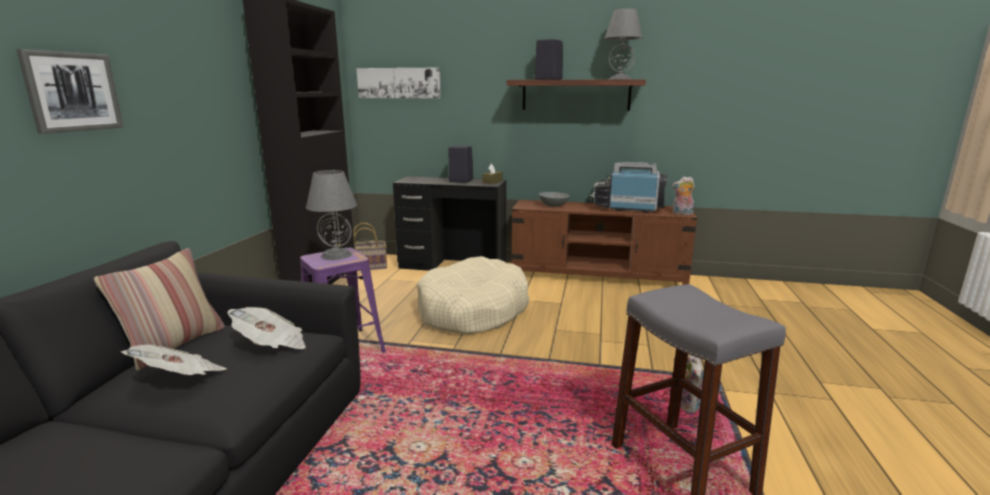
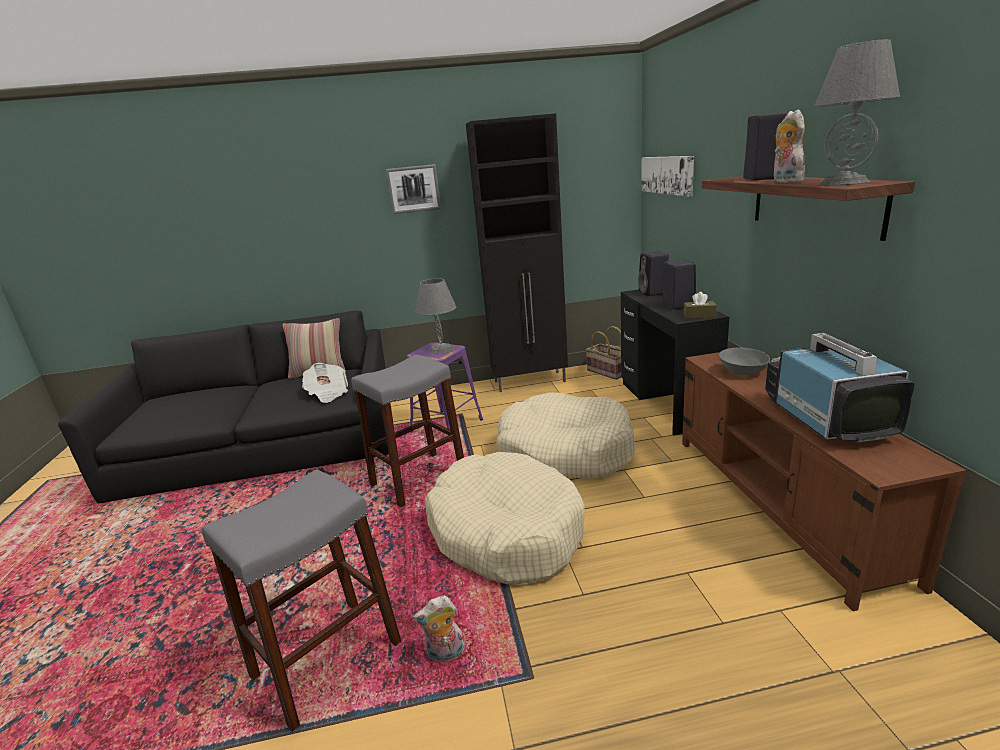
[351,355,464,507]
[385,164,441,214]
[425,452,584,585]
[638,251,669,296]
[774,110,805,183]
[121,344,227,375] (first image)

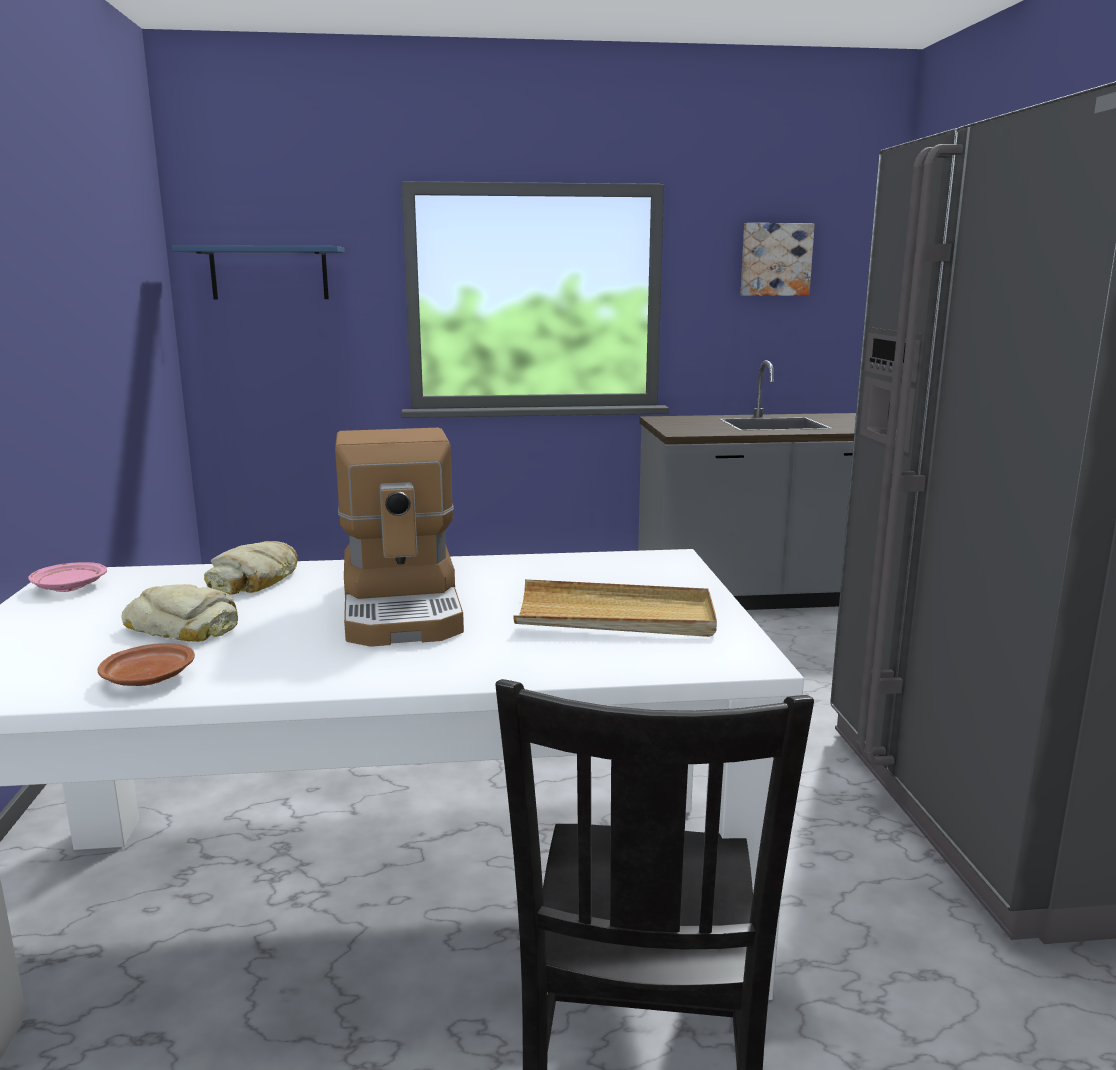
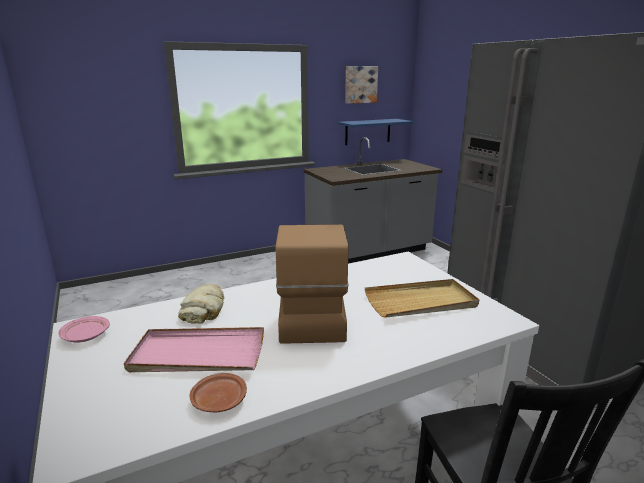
[124,327,264,372]
[275,224,349,344]
[338,119,413,145]

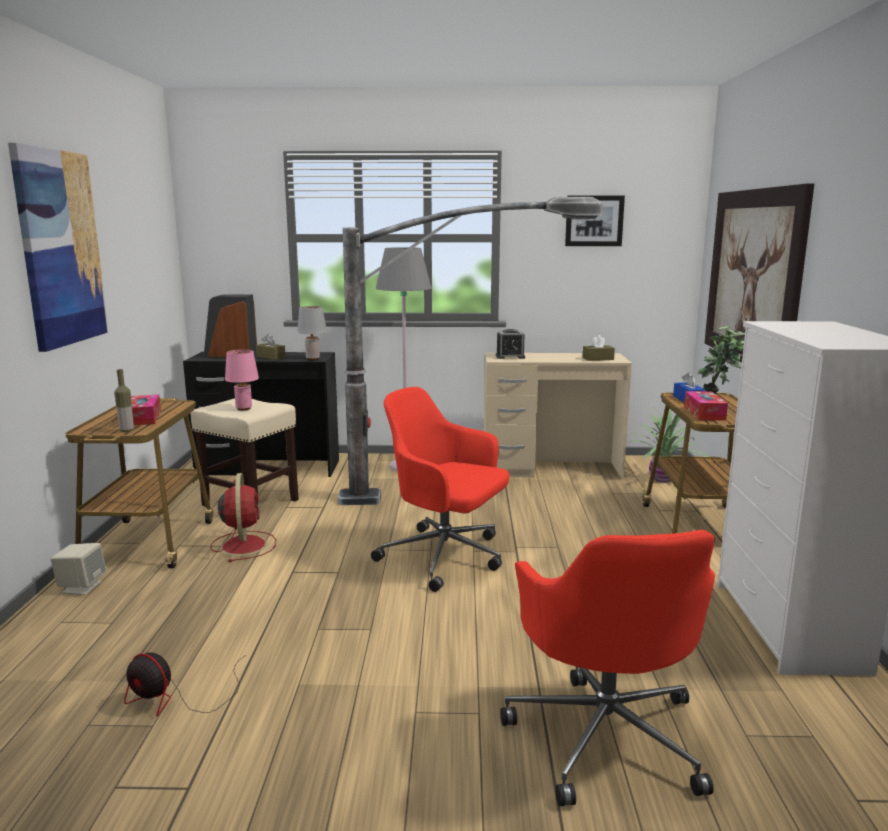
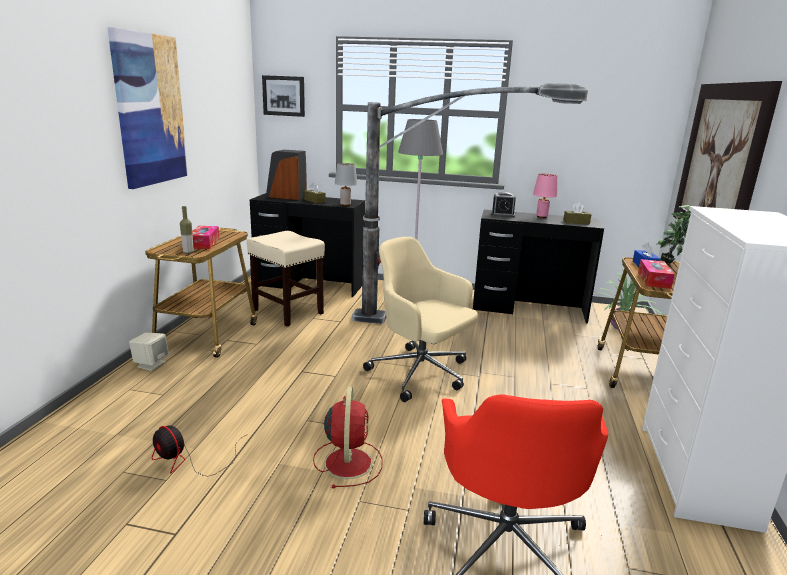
[262,75,305,117]
[313,387,383,488]
[363,237,478,402]
[473,210,604,324]
[533,174,557,218]

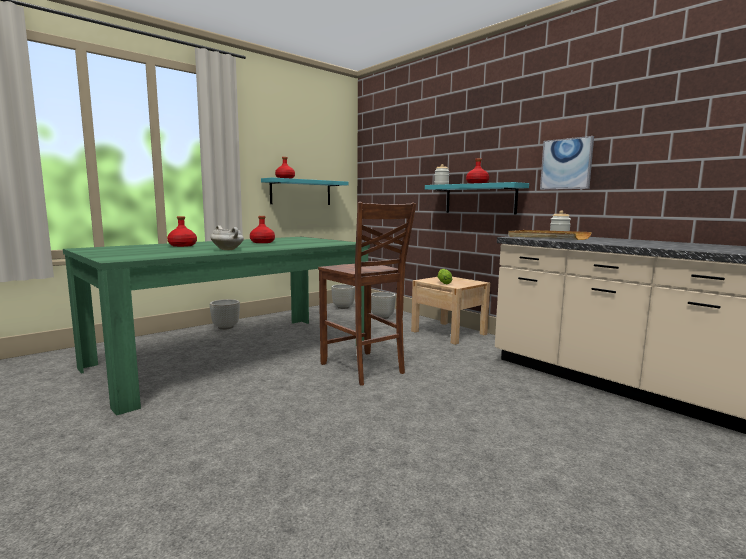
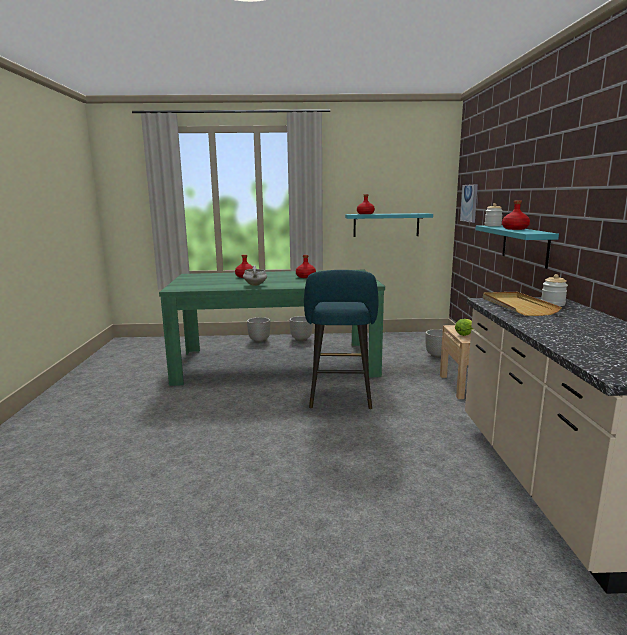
[247,317,270,343]
[304,270,379,409]
[460,184,478,223]

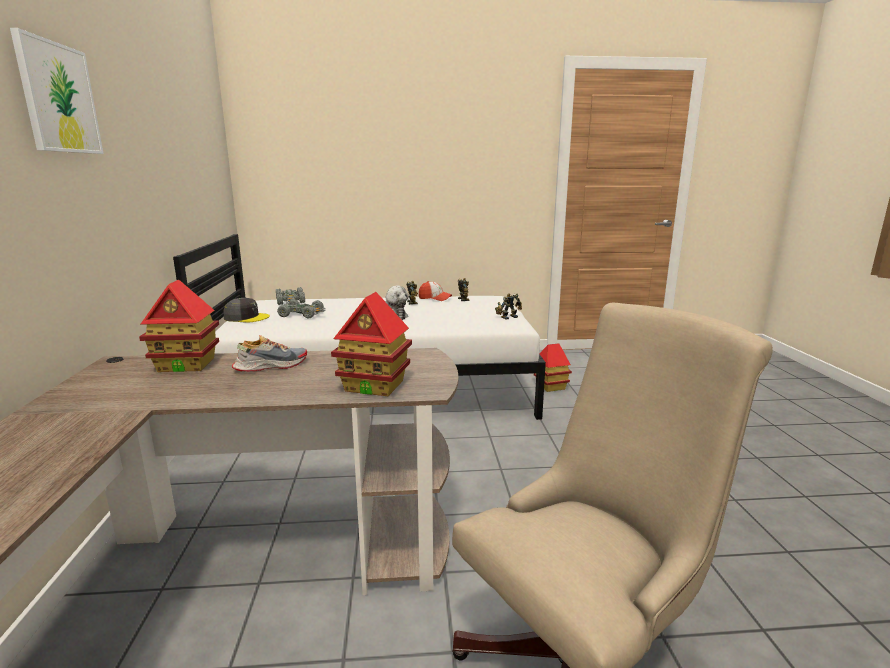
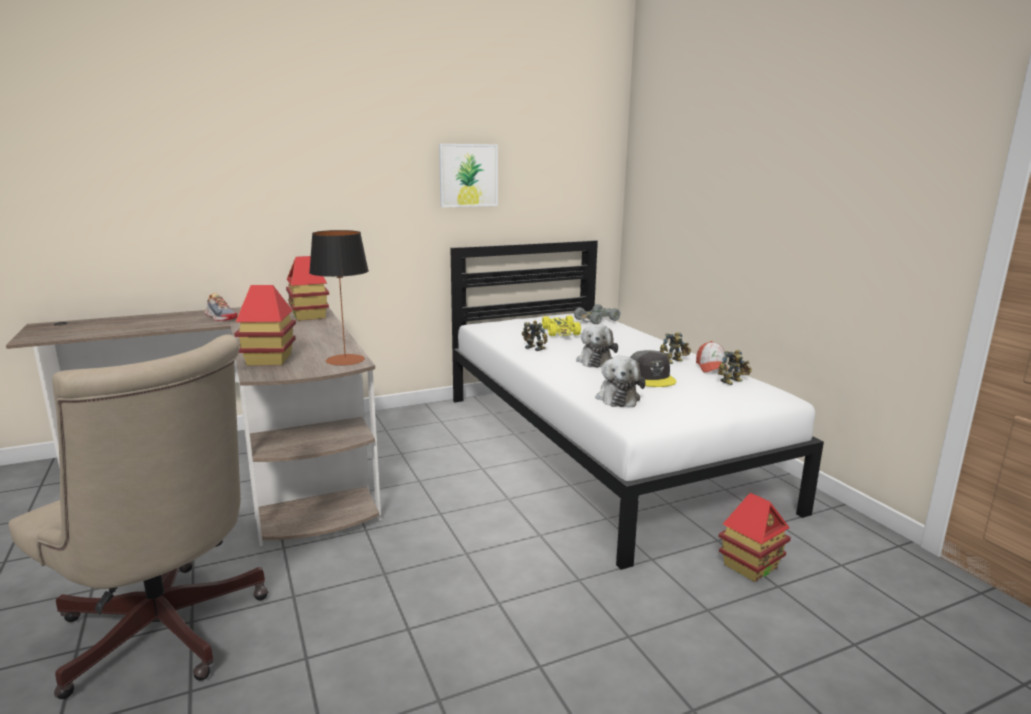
[205,293,238,321]
[309,230,369,366]
[439,144,498,207]
[522,320,548,351]
[542,315,581,336]
[596,356,645,407]
[631,350,676,387]

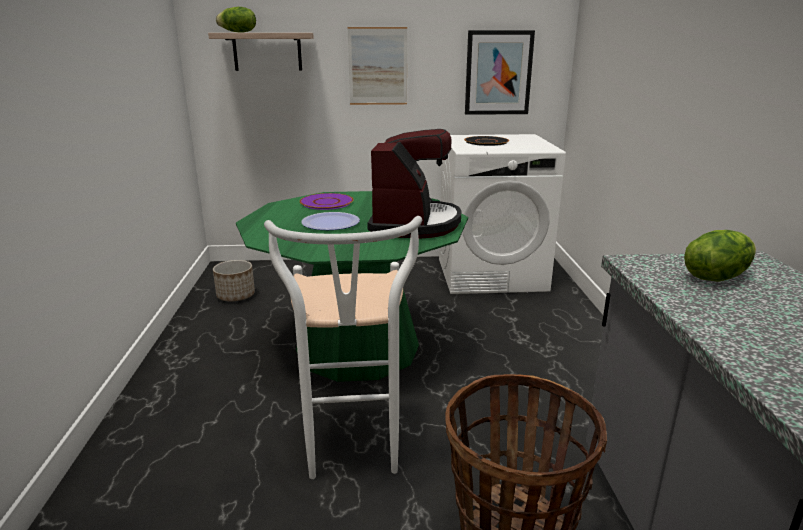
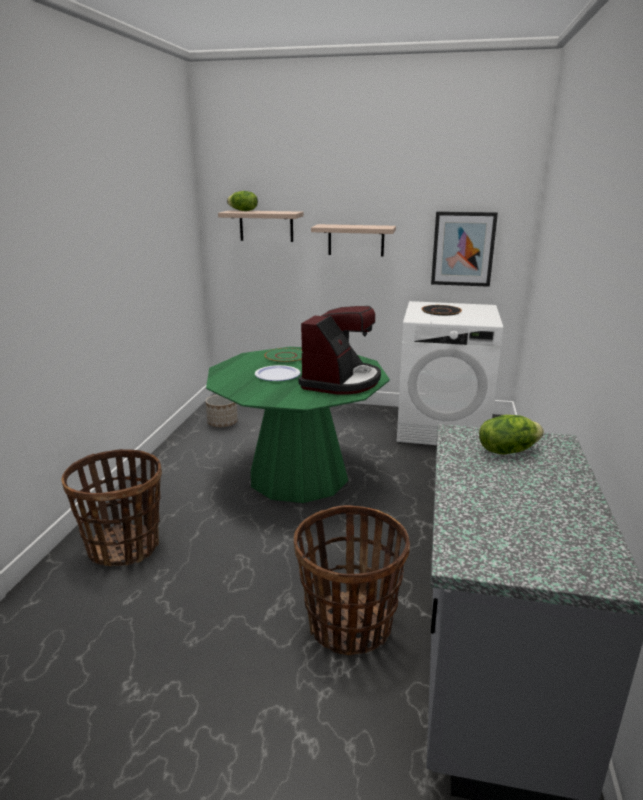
[62,449,162,566]
[264,348,302,363]
[311,224,396,257]
[264,216,422,479] (first image)

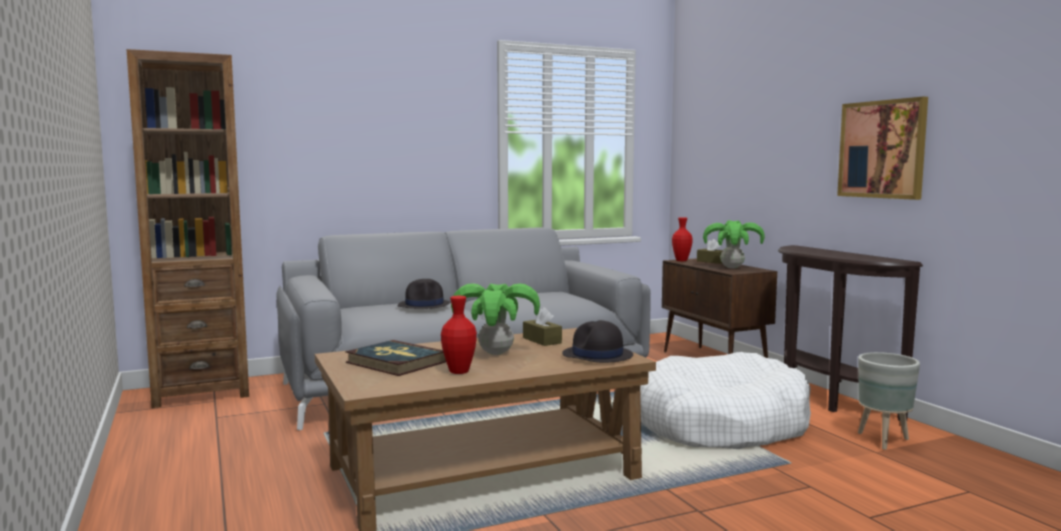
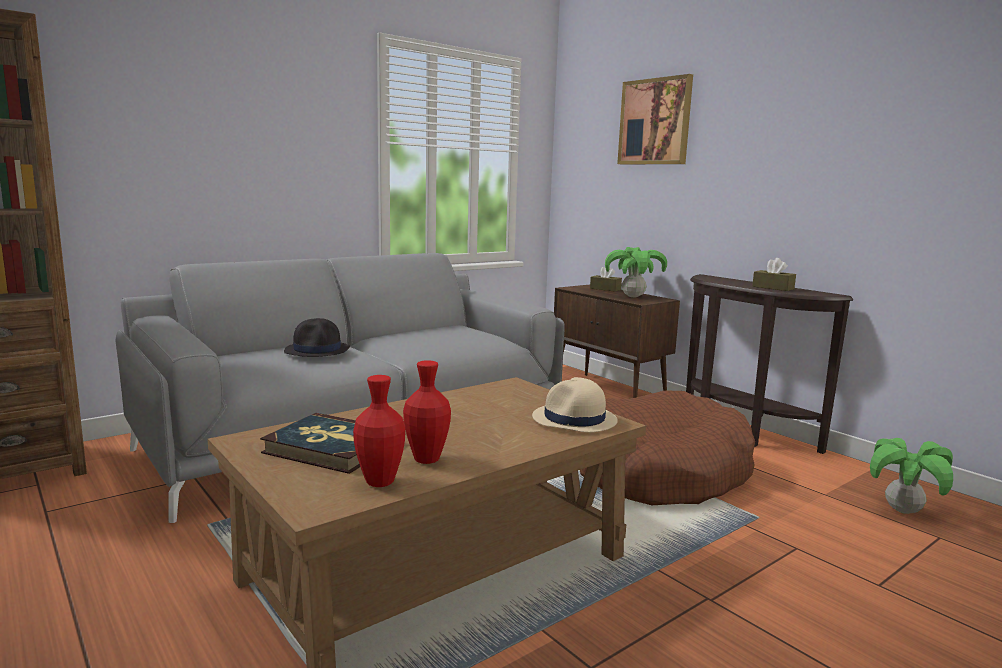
[353,375,405,487]
[532,377,618,432]
[580,391,755,505]
[617,74,693,164]
[752,258,796,291]
[870,438,953,514]
[858,352,920,450] (first image)

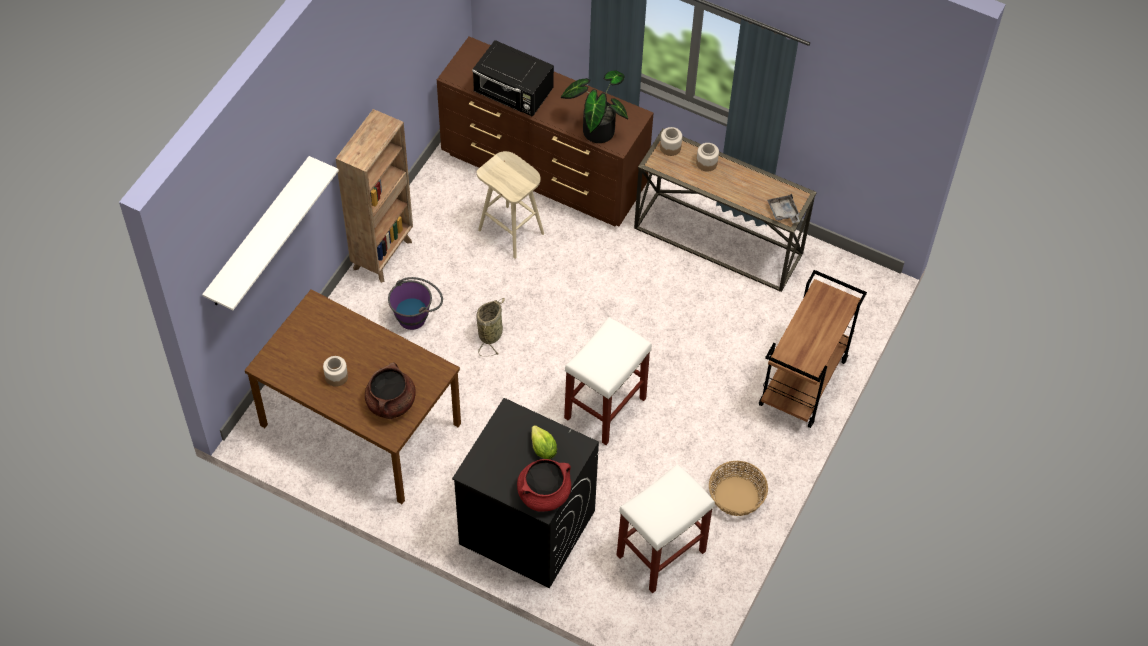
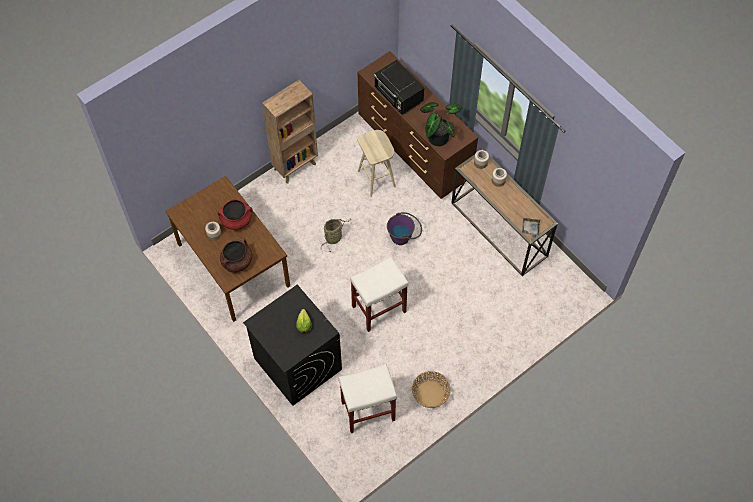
[218,200,253,230]
[387,212,422,245]
[202,156,339,310] (first image)
[759,270,867,428] (first image)

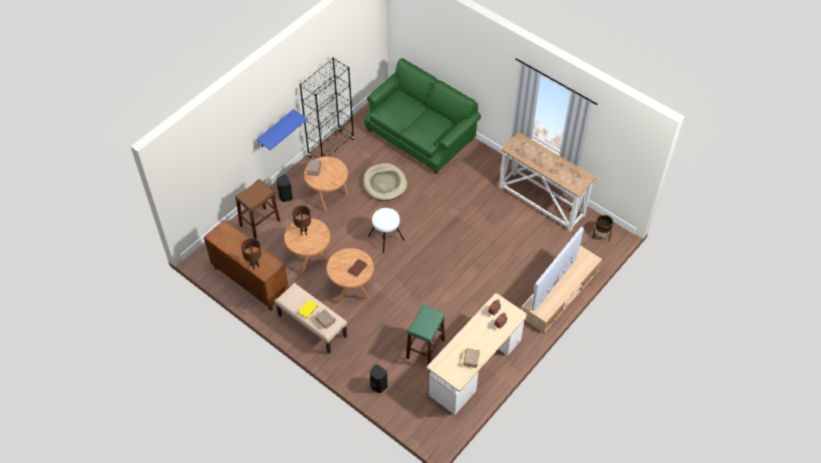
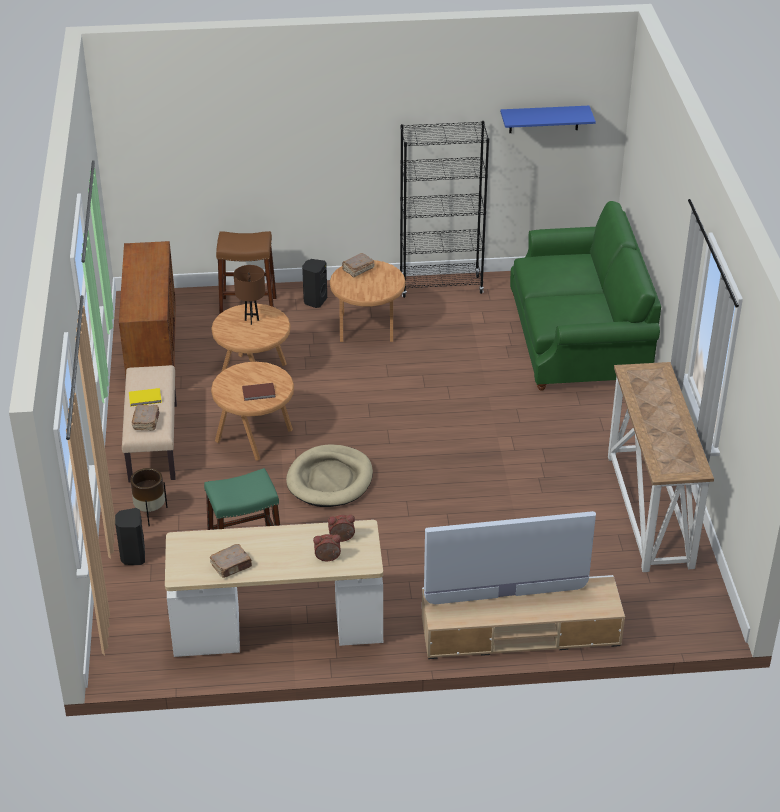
[130,468,168,527]
[286,444,373,507]
[500,106,596,133]
[241,238,262,270] (first image)
[368,208,405,253] (first image)

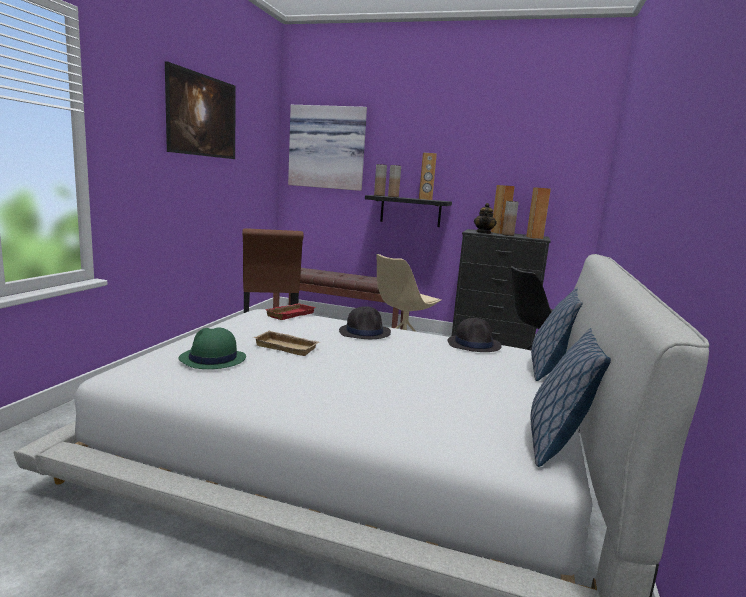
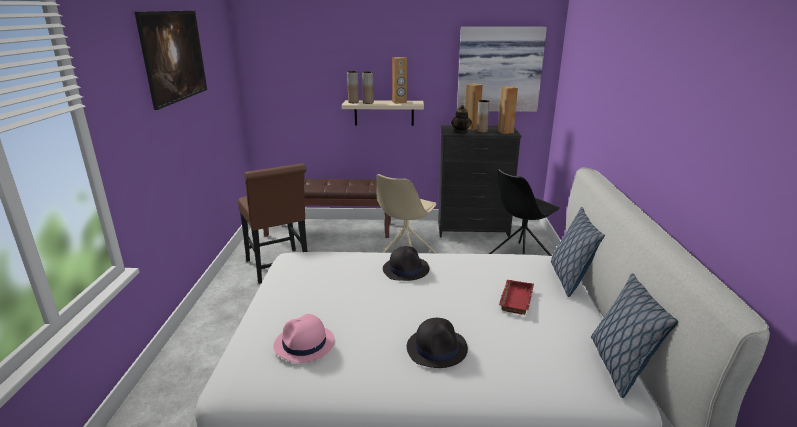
[274,314,335,363]
[341,100,424,126]
[407,318,468,368]
[457,27,547,112]
[499,280,534,315]
[253,331,320,356] (first image)

